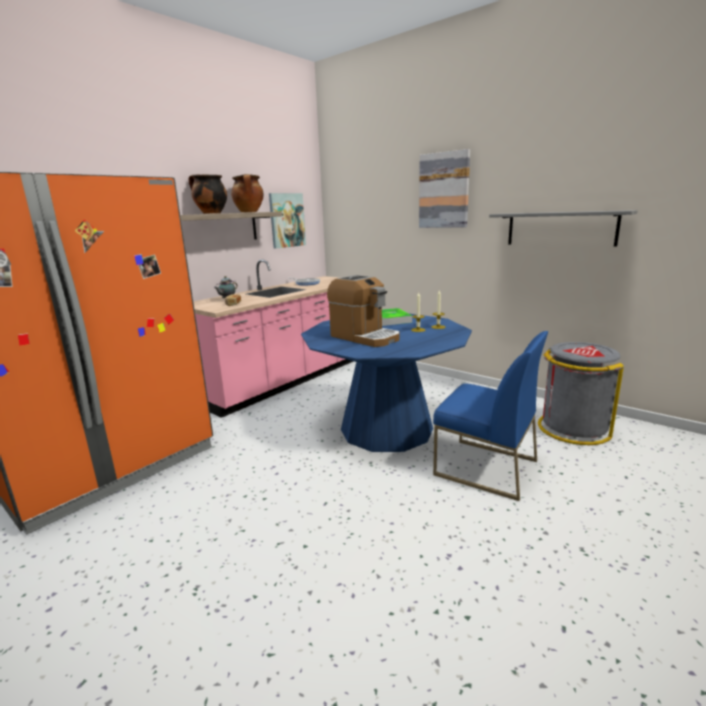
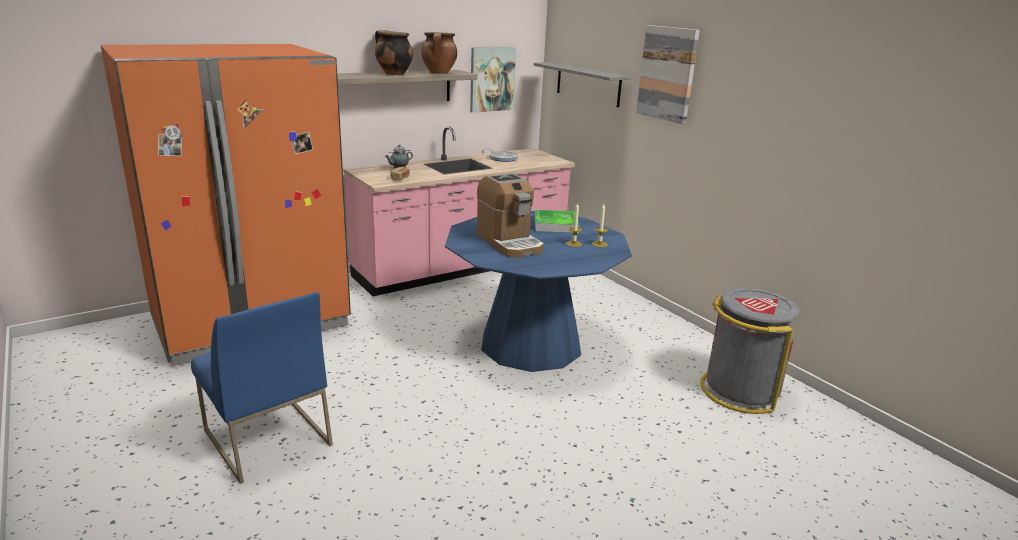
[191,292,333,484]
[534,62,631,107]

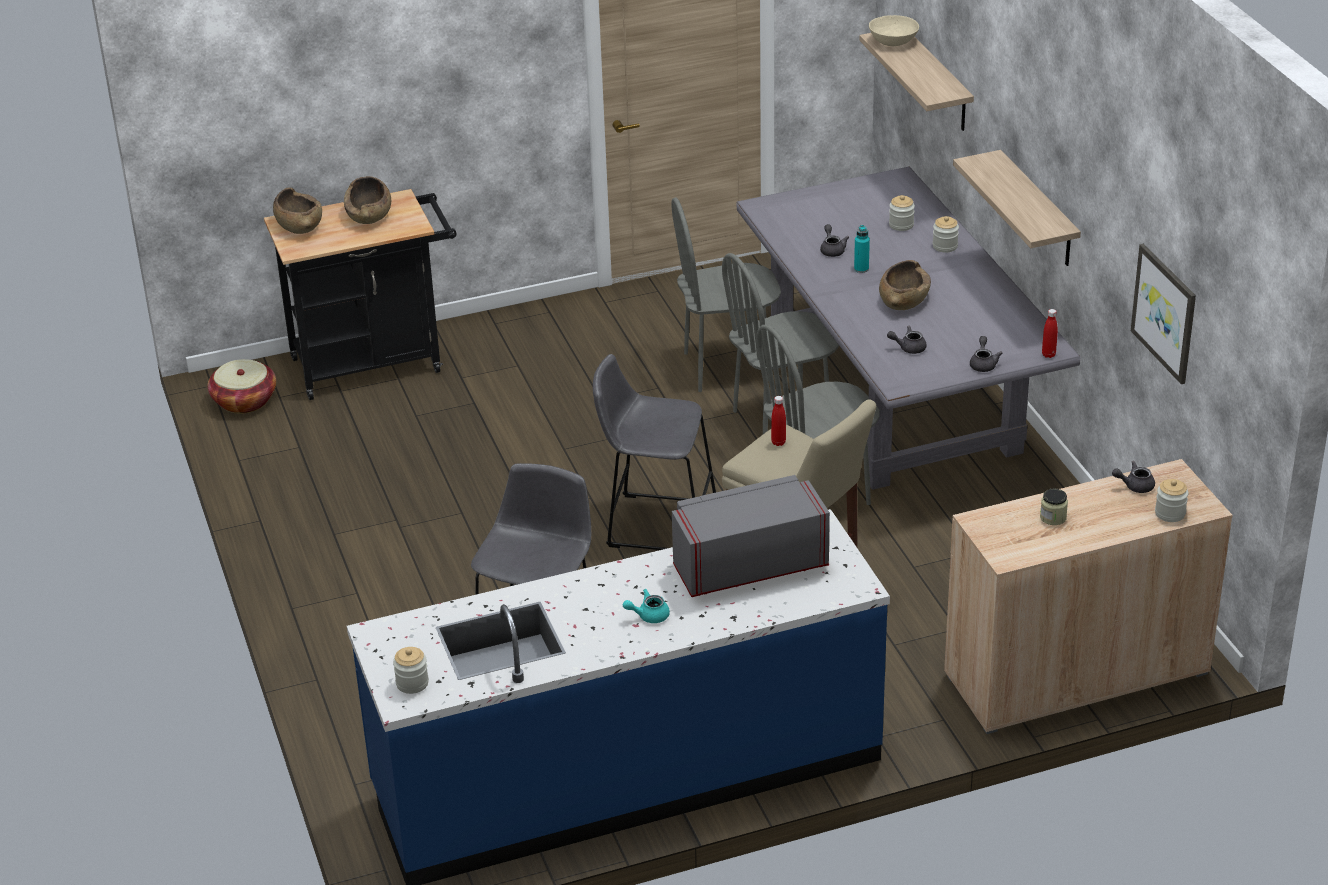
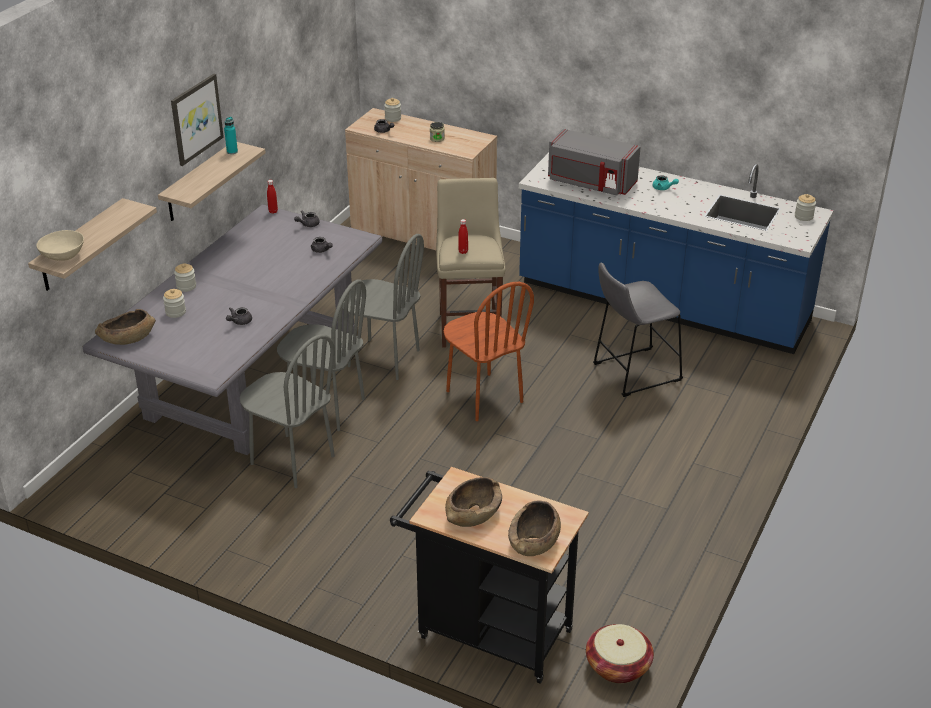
[95,309,156,345]
[171,74,224,166]
[224,117,238,154]
[444,282,534,421]

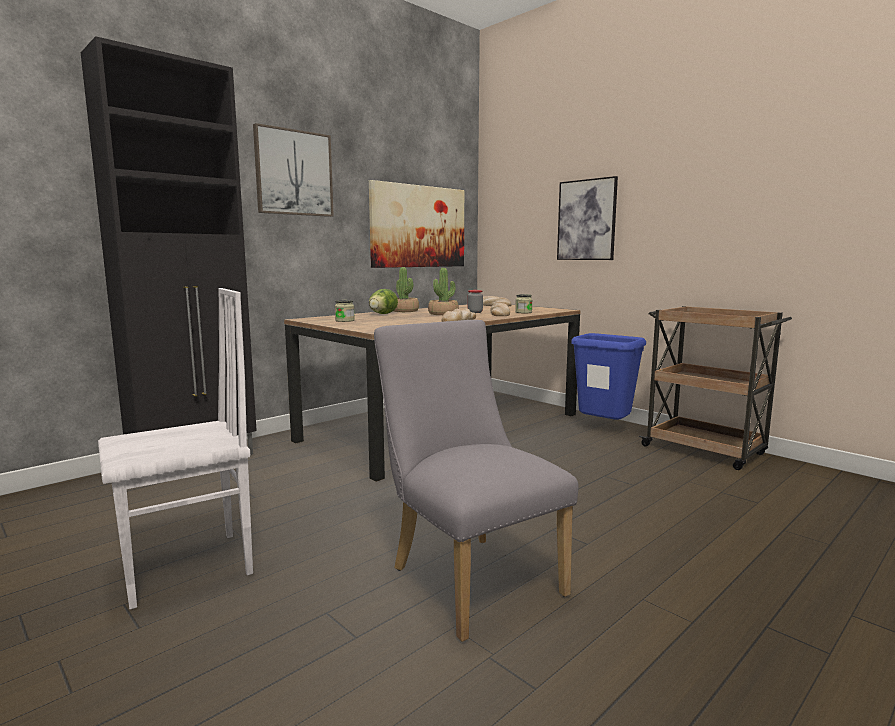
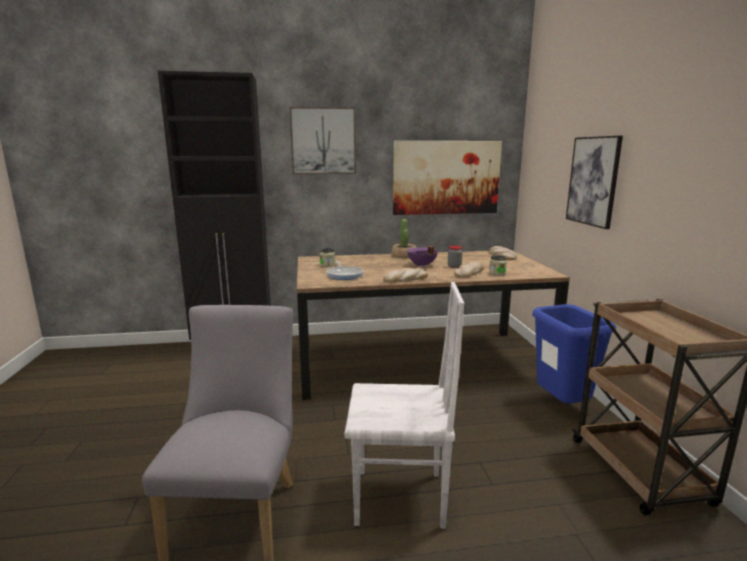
[326,261,364,280]
[345,282,464,529]
[407,246,438,267]
[369,289,398,314] (first image)

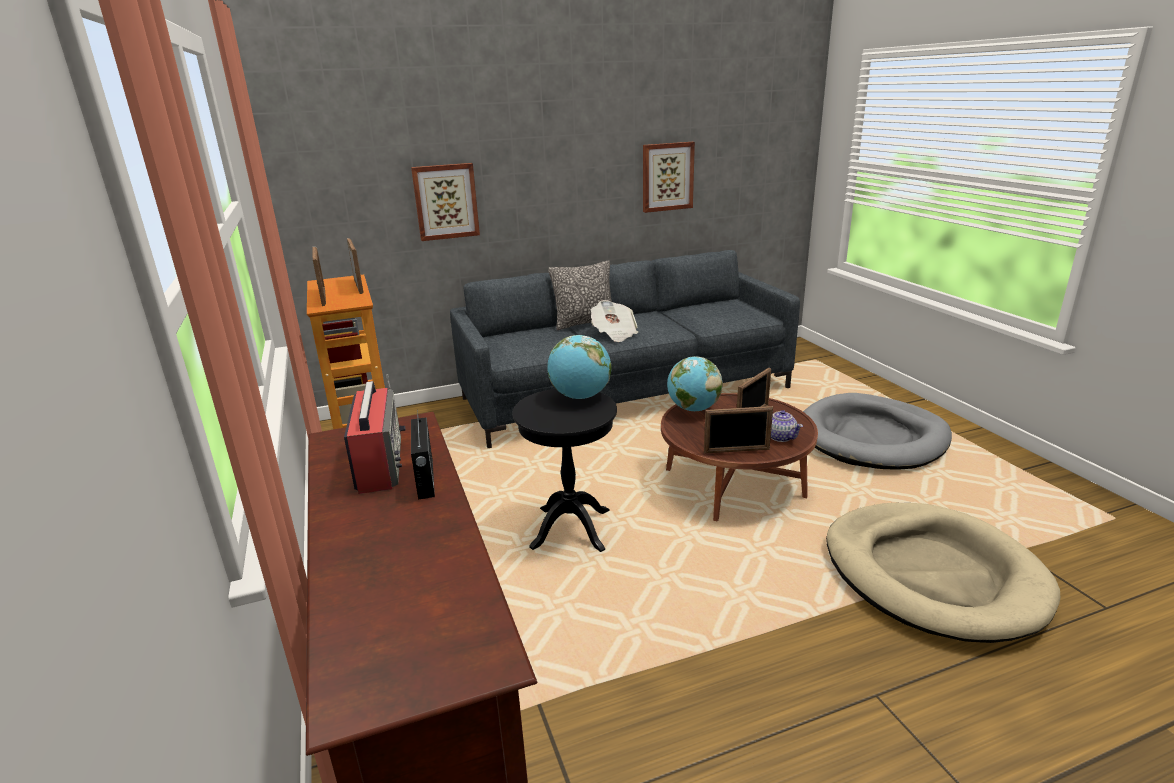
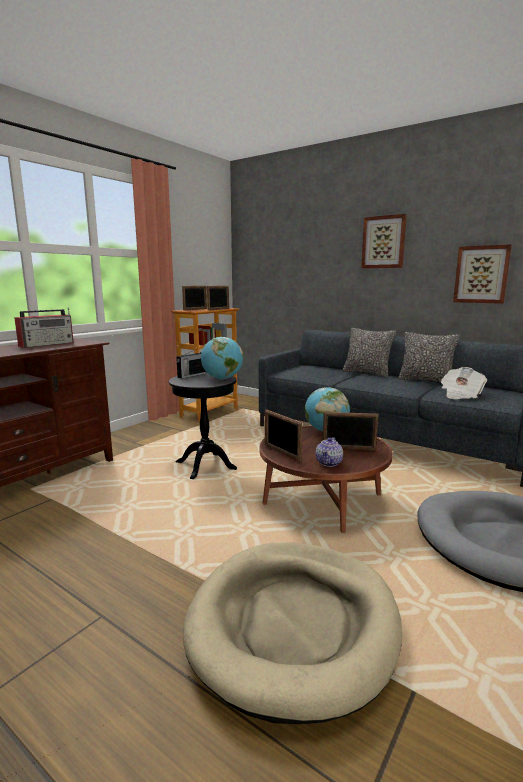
[176,349,206,379]
[361,214,407,268]
[398,332,460,383]
[441,367,487,399]

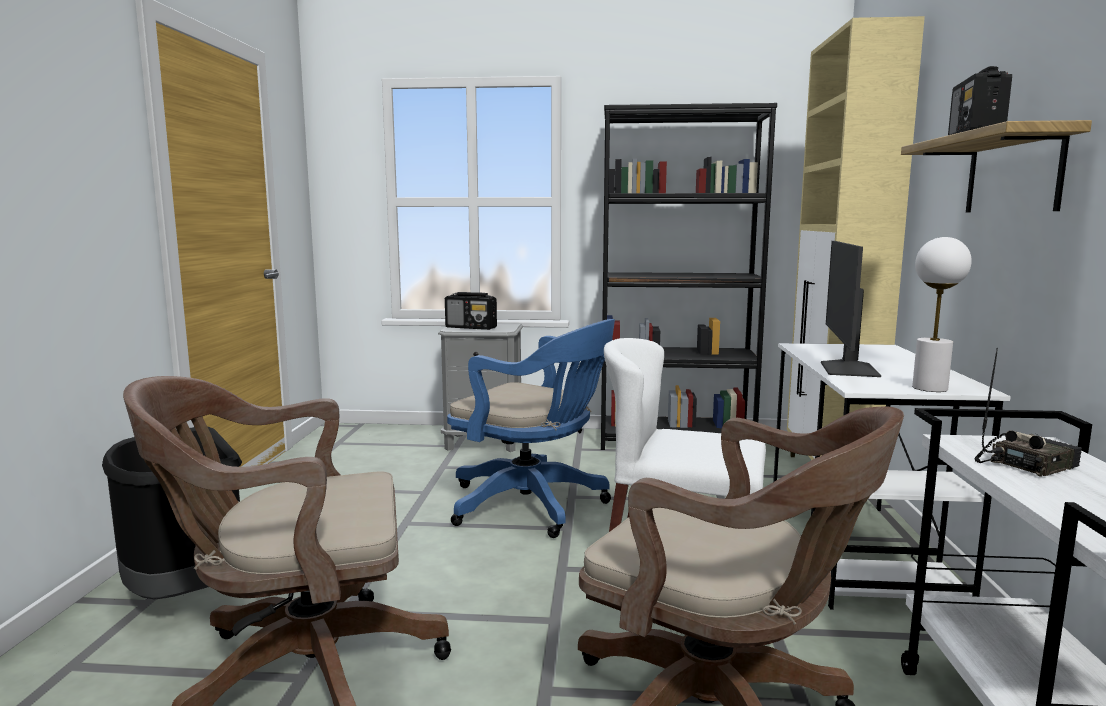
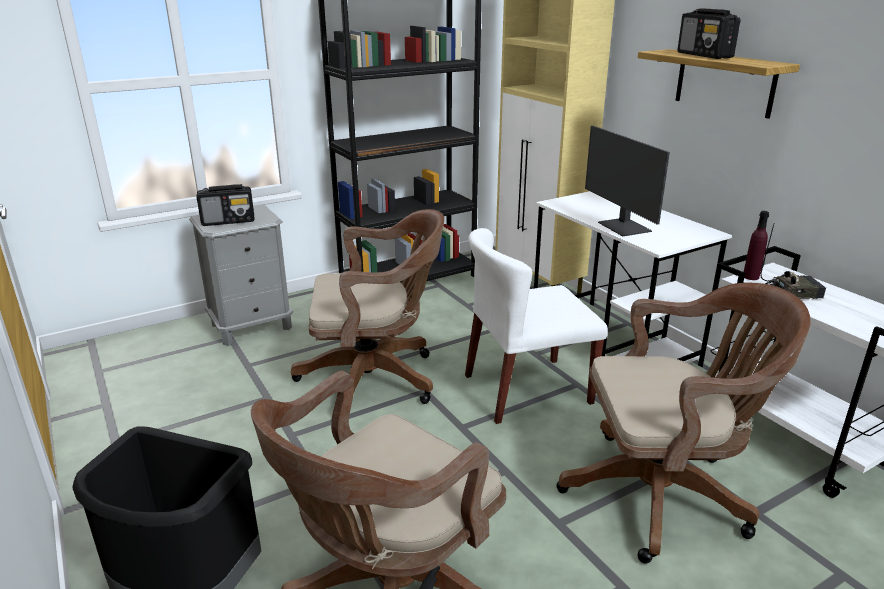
[291,209,444,404]
[744,211,769,280]
[760,224,826,299]
[912,237,972,392] (first image)

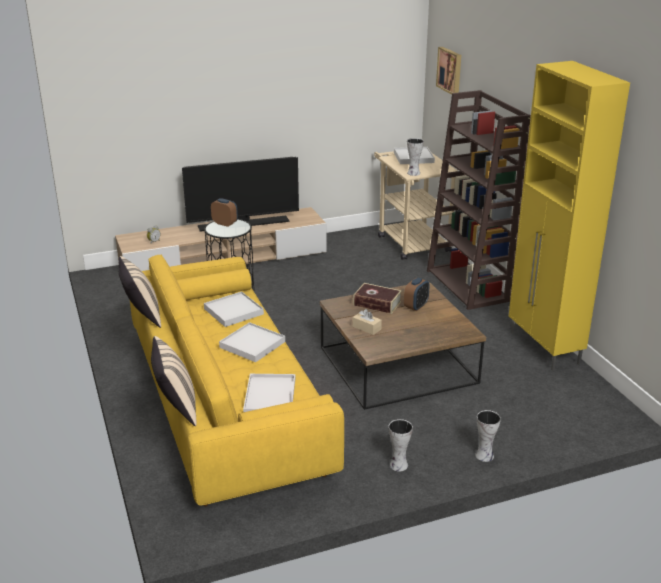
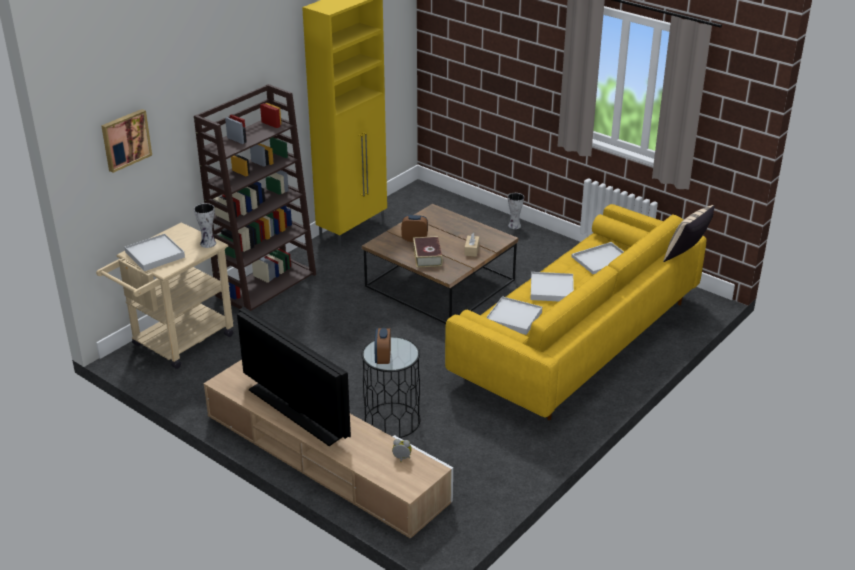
[119,256,161,328] (first image)
[389,419,413,471] (first image)

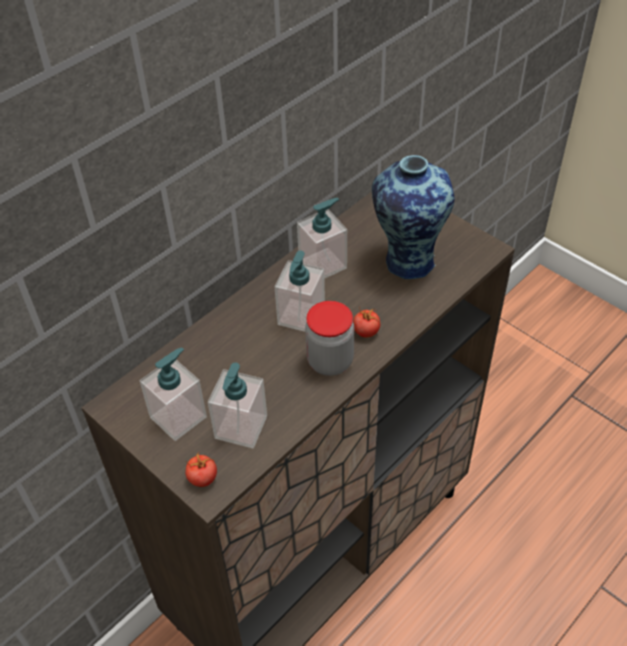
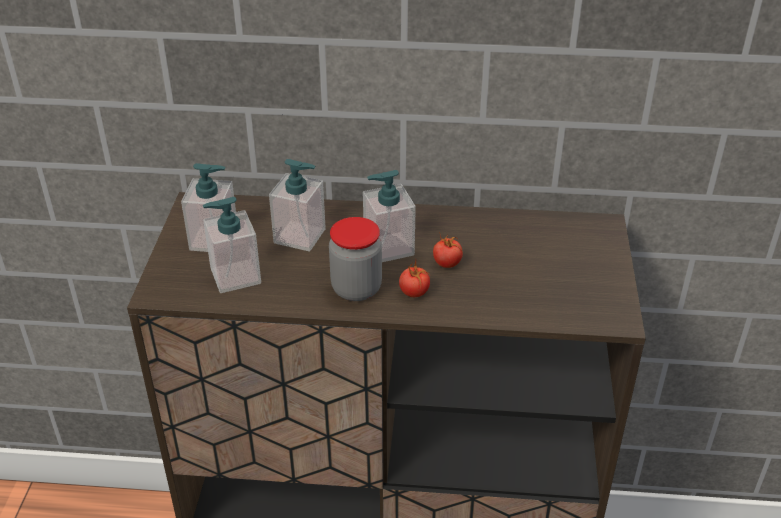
[269,159,326,251]
[433,232,463,268]
[372,155,455,279] (first image)

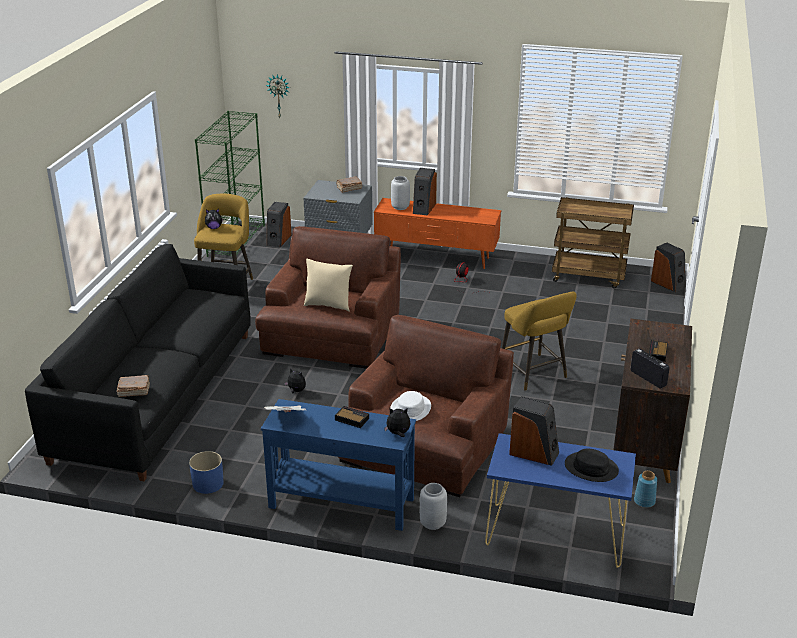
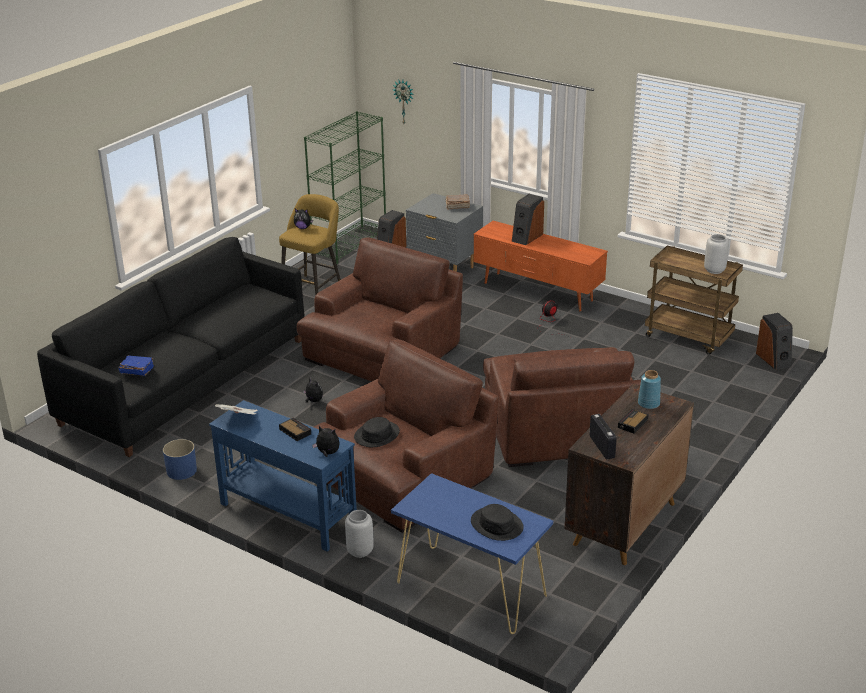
[119,355,154,376]
[354,417,400,447]
[483,347,641,467]
[638,370,661,409]
[704,234,729,274]
[304,259,353,311] (first image)
[509,396,559,466] (first image)

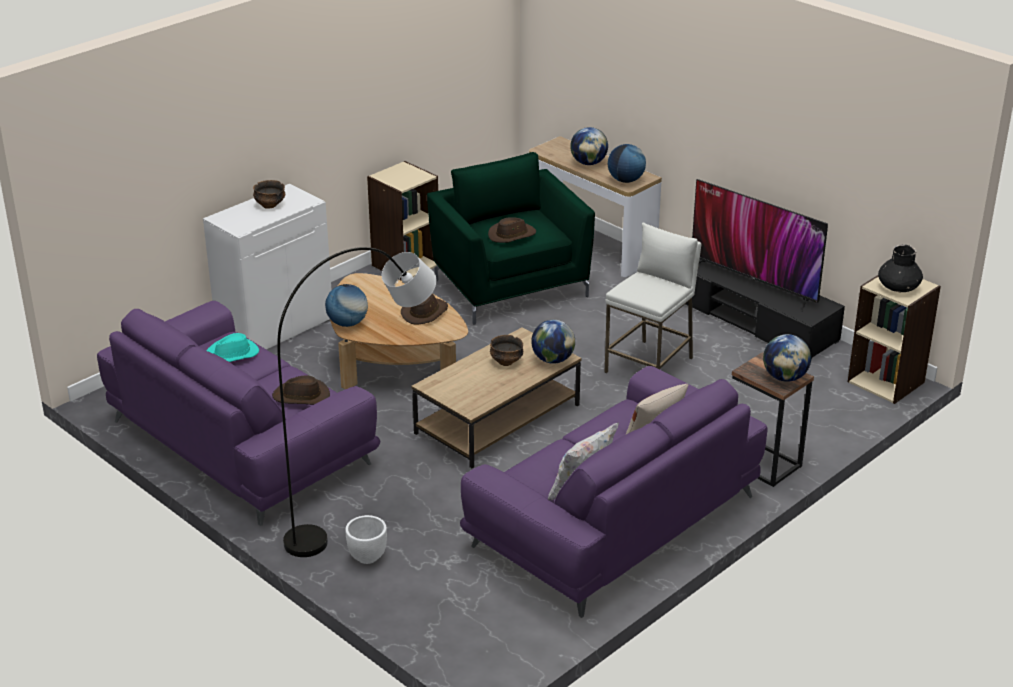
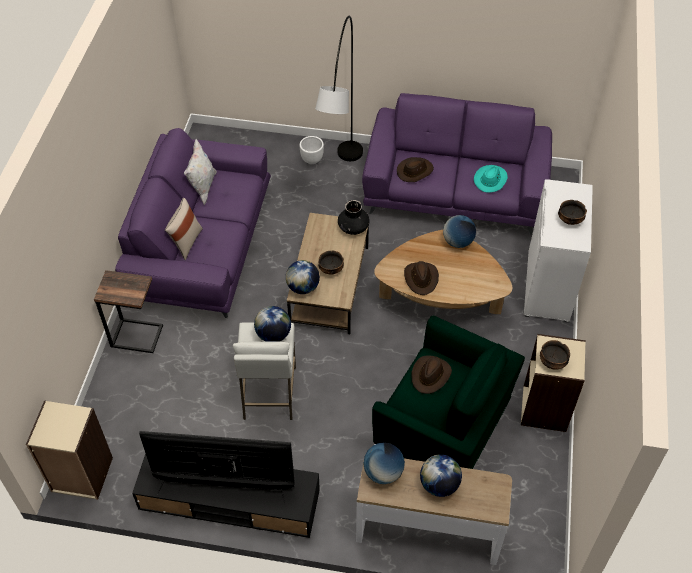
[254,306,291,342]
[338,200,370,235]
[540,340,570,370]

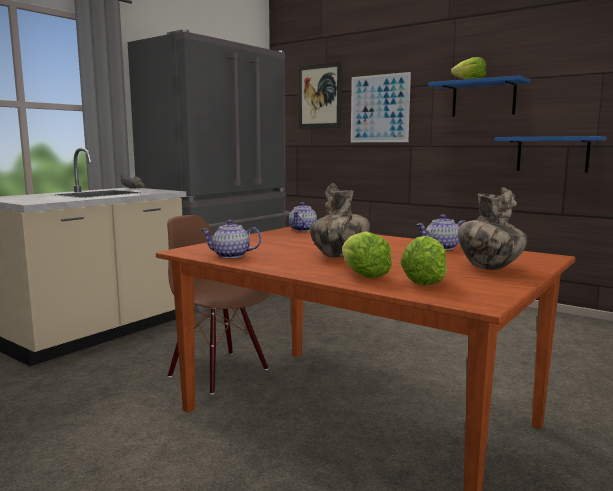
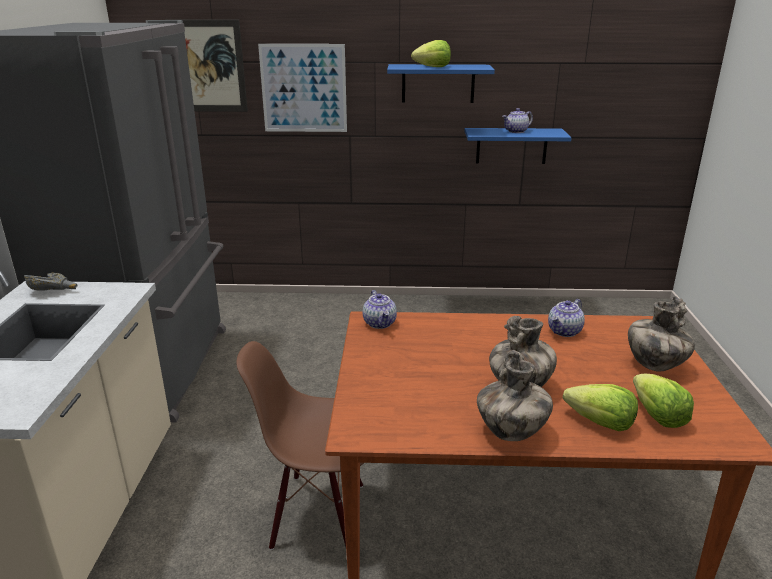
[477,350,553,441]
[502,108,533,133]

